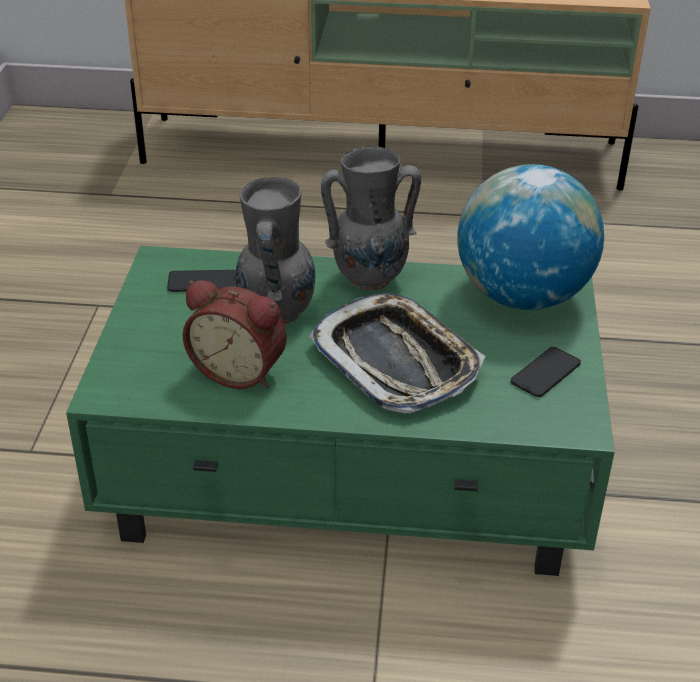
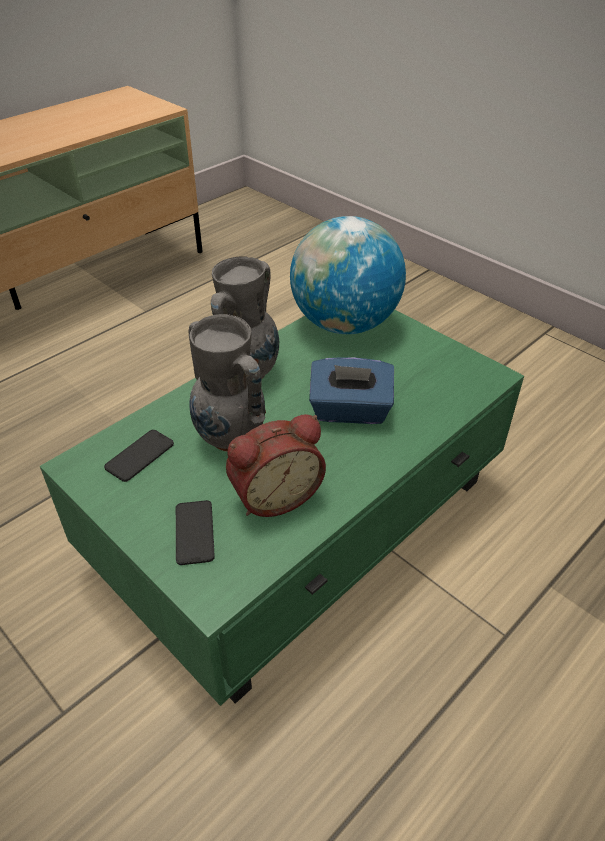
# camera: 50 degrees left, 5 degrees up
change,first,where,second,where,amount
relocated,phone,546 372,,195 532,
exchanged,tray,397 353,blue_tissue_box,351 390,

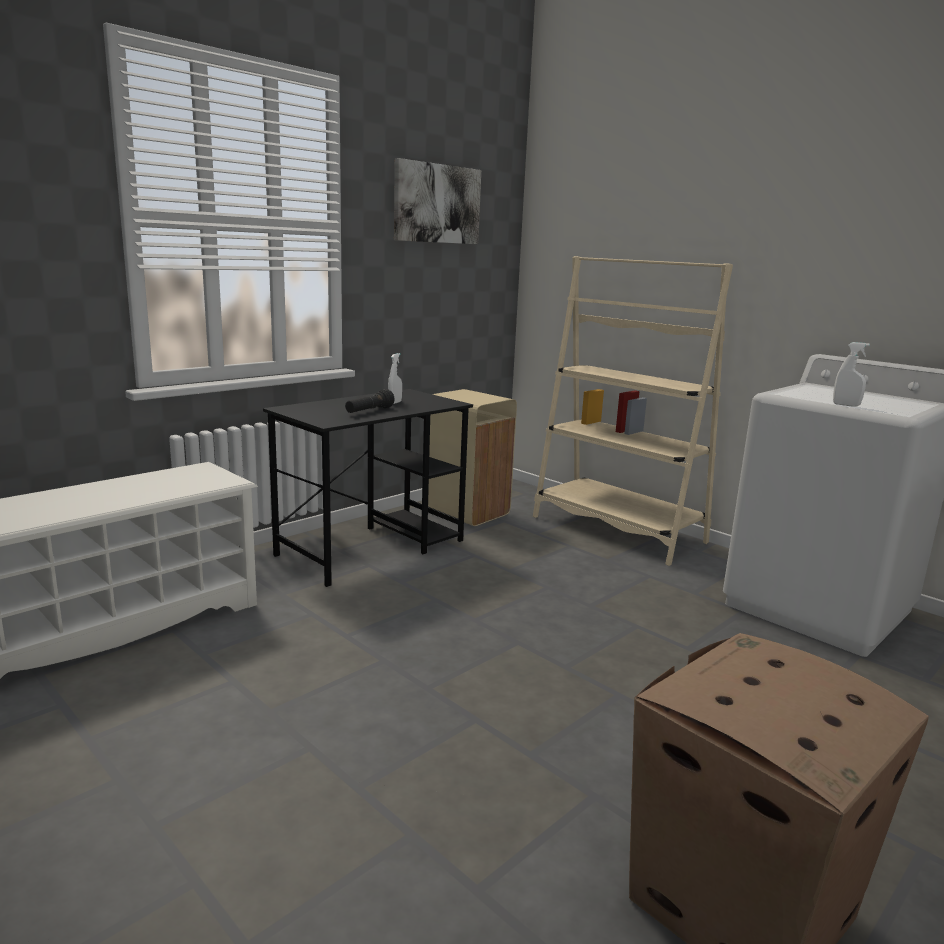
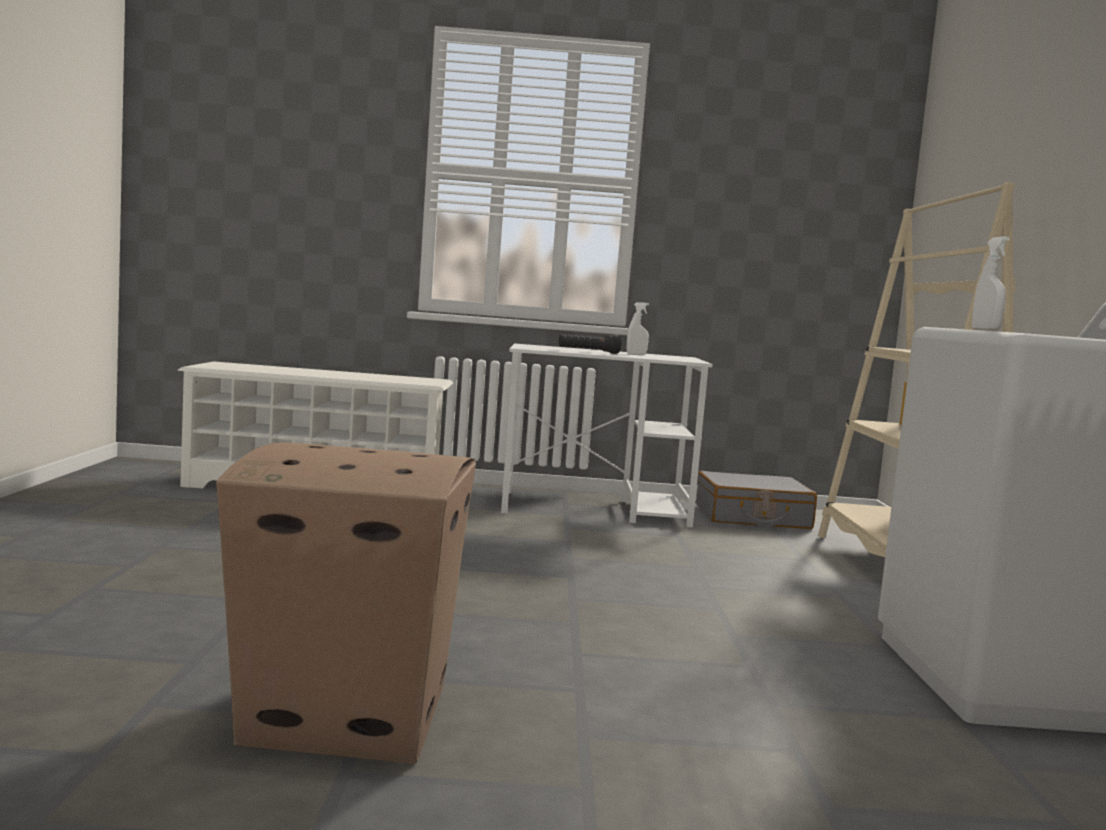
# camera: 45 degrees right, 10 degrees down
change,first,where,second,where,amount
missing,picture,437 201,,,
exchanged,beige_trash_can,472 457,grey_suitcase,756 500,
colour,black_desk,368 488,white_desk,607 435,

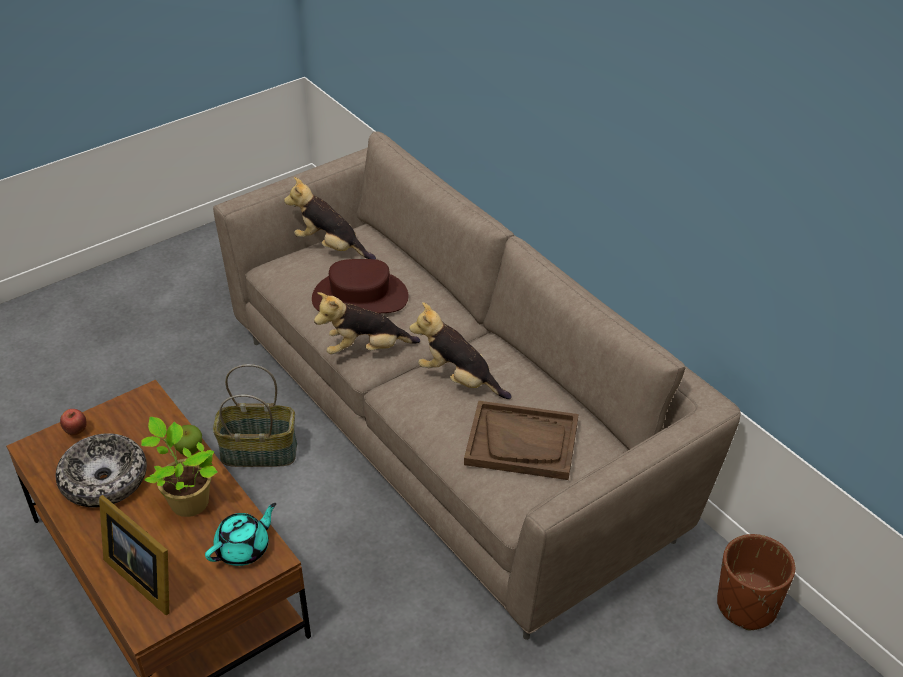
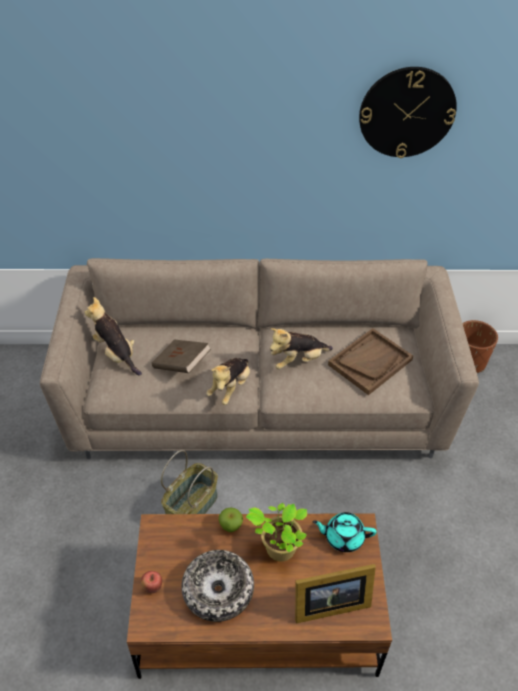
# camera: 55 degrees left, 5 degrees up
change,first,where,second,where,amount
appeared,,,wall_clock,408 112,
exchanged,brown_hat,360 286,brown_book,181 356,
spun,turquoise_teapot,240 534,,344 532,75 degrees counterclockwise
spun,plush_toy,330 218,,113 336,75 degrees clockwise

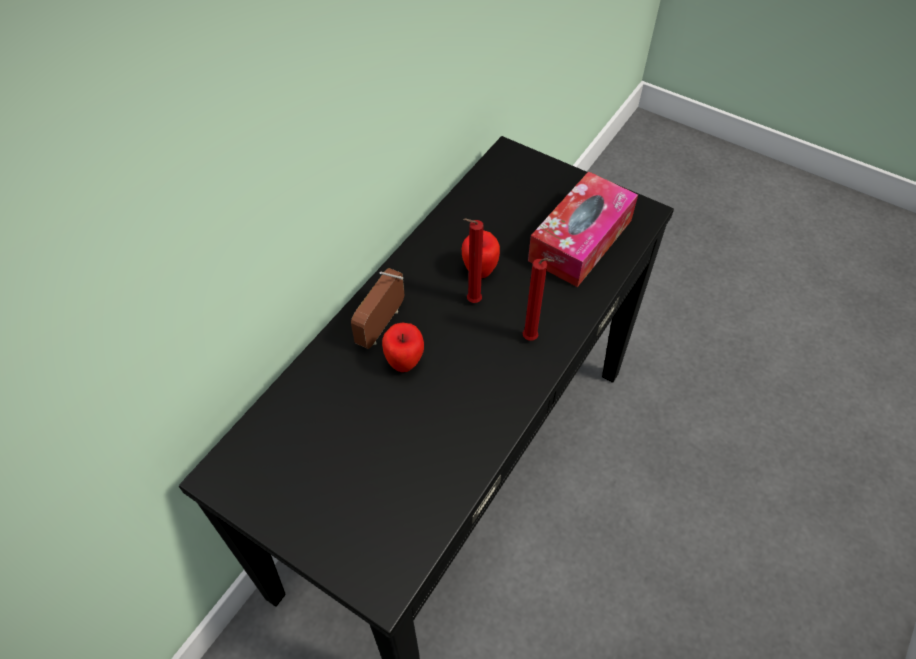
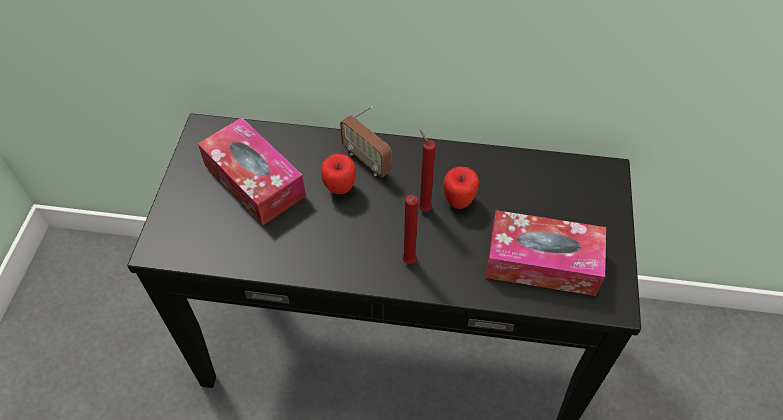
# camera: 65 degrees right, 0 degrees up
change,first,where,second,where,amount
appeared,,,tissue_box,252 171,
spun,radio,377 308,,366 141,135 degrees counterclockwise

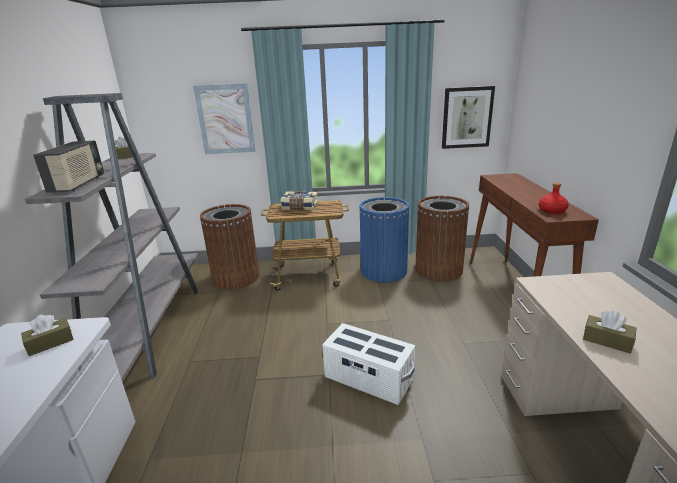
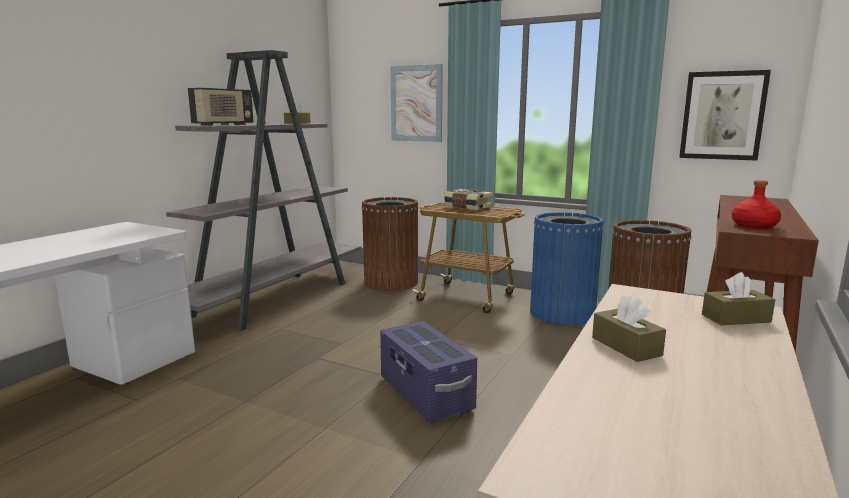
# camera: 30 degrees right, 10 degrees down
change,first,where,second,where,amount
relocated,brown_tissue_box,47 335,,738 298,
colour,white_storage_box,368 364,purple_storage_box,428 372,

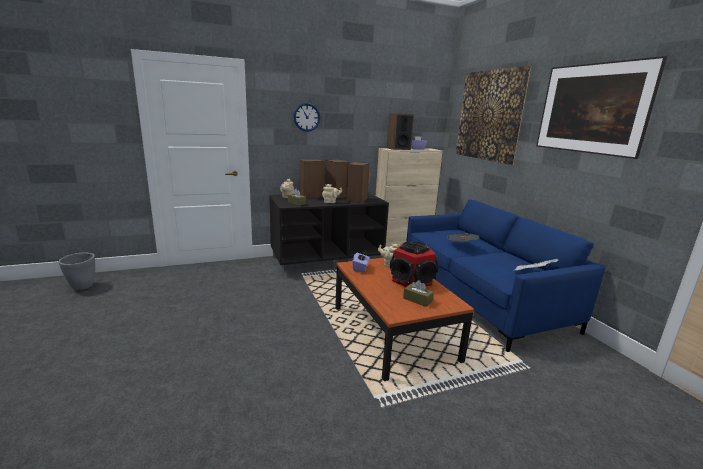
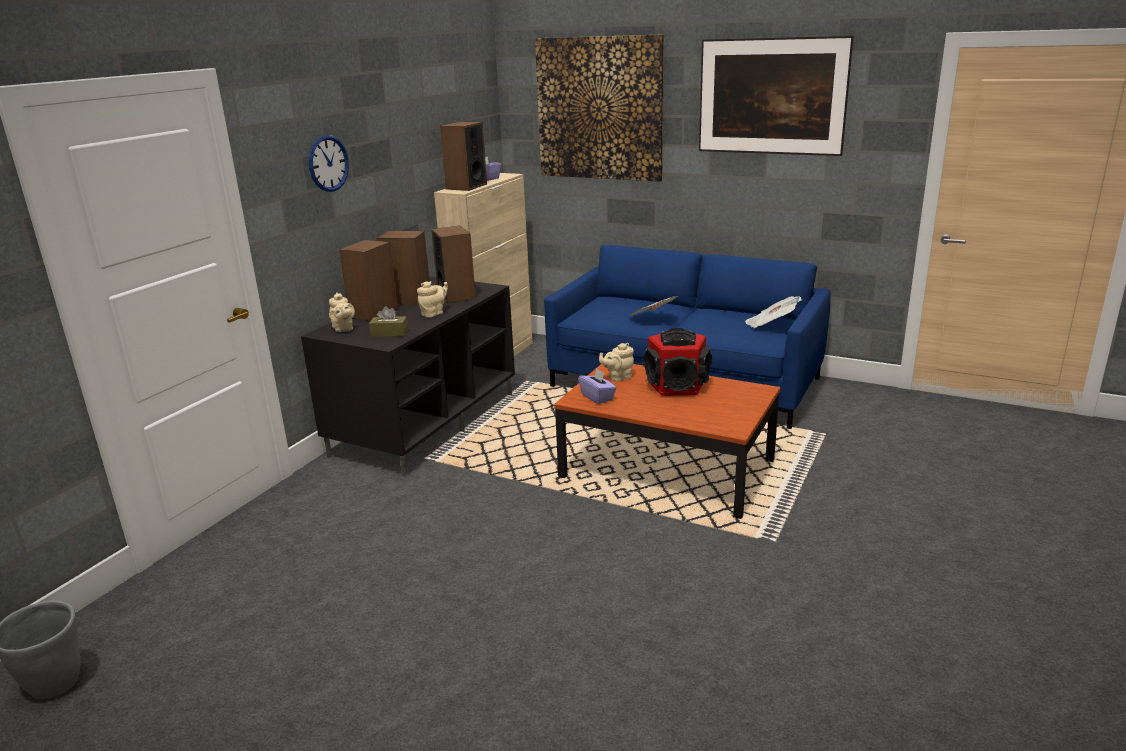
# camera: 40 degrees left, 5 degrees up
change,first,where,second,where,amount
missing,brown_tissue_box,418 293,,,

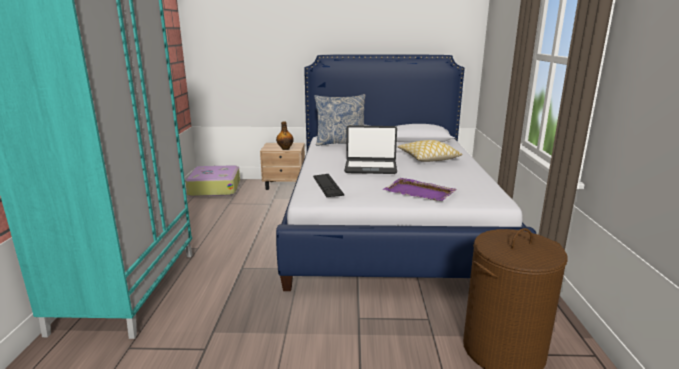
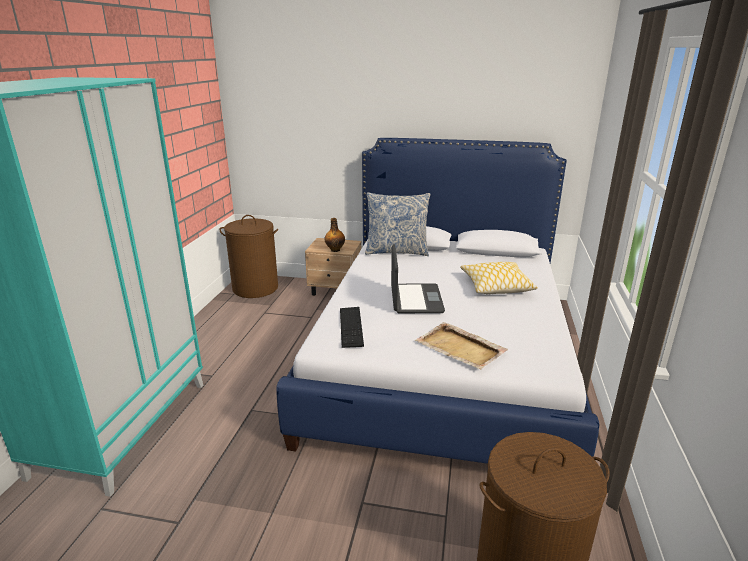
# camera: 10 degrees right, 5 degrees up
change,first,where,second,where,amount
exchanged,suitcase,212 181,brown_laundry_basket,248 256,
colour,purple_tray,420 189,beige_tray,461 346,
spun,laptop,370 149,,418 278,105 degrees counterclockwise

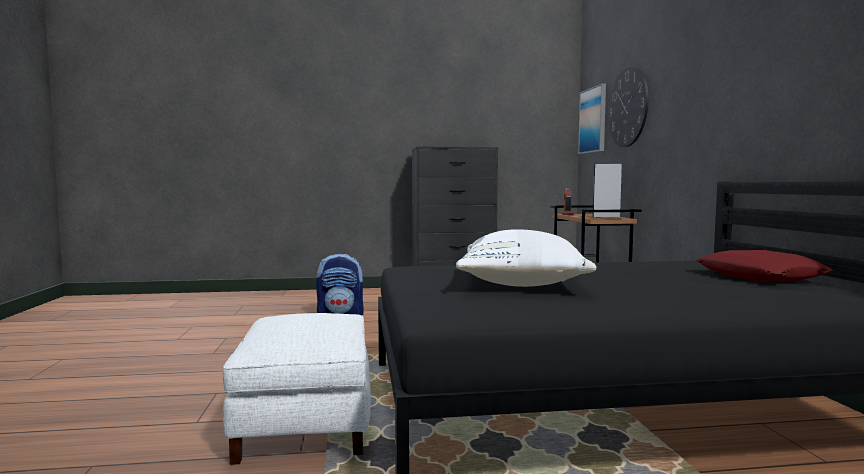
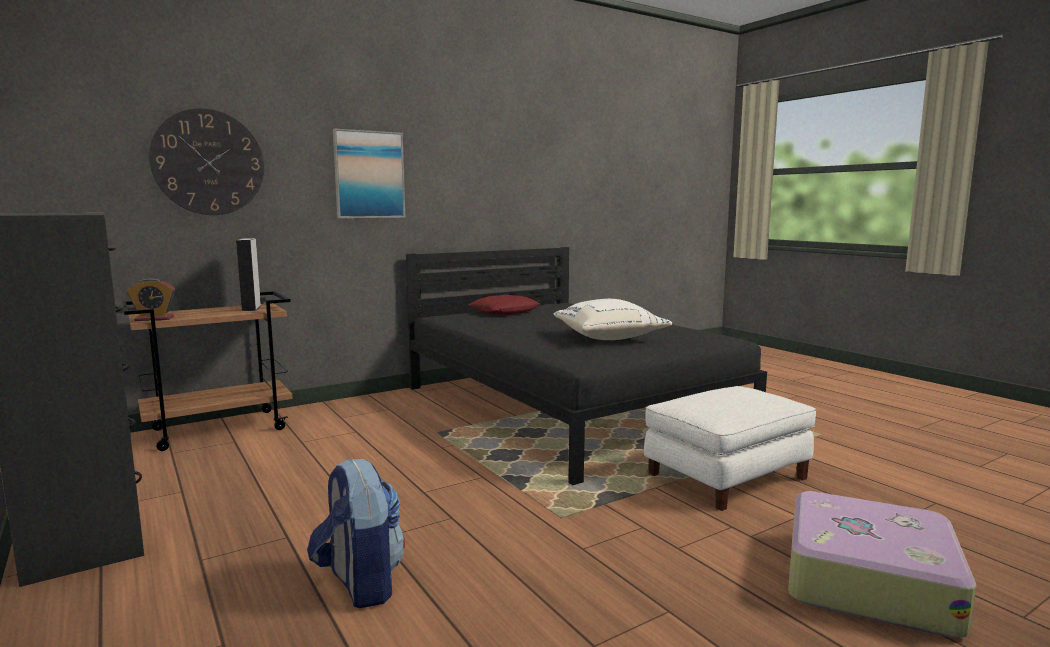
# camera: 115 degrees left, 5 degrees up
change,first,where,second,where,amount
appeared,,,suitcase,882 564,
relocated,picture,592 118,,369 173,

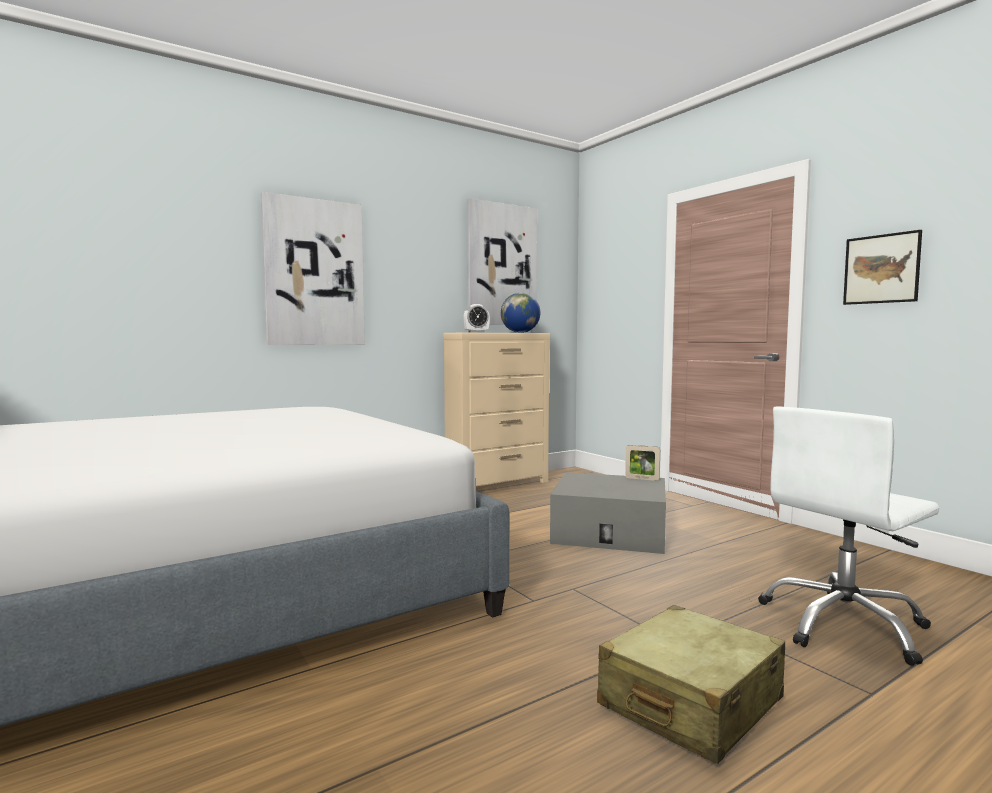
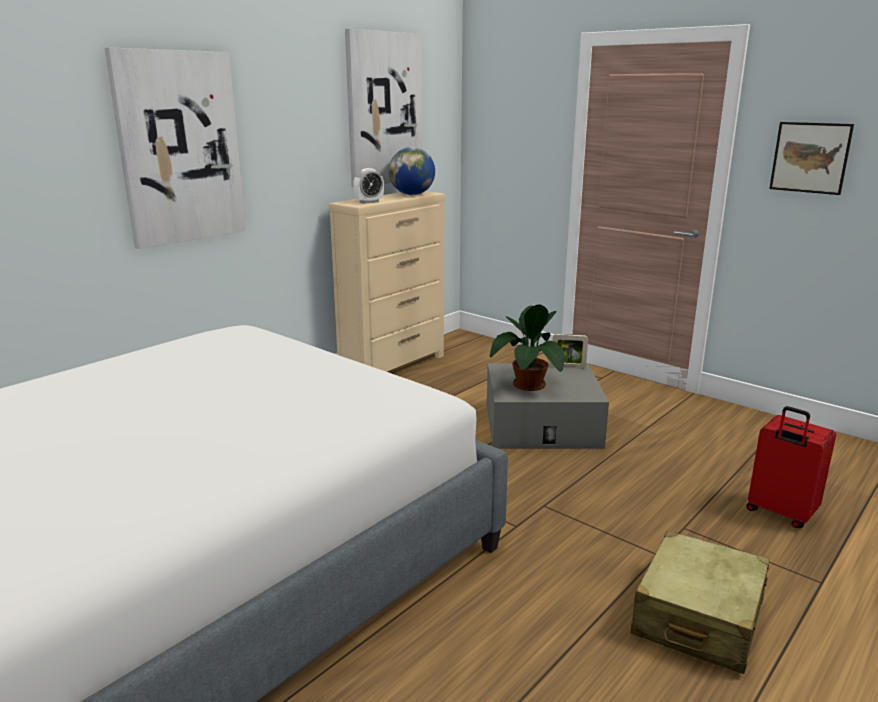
# camera: 15 degrees left, 15 degrees up
change,first,where,second,where,amount
appeared,,,potted_plant,527 347,
exchanged,white_office_chair,849 536,red_suitcase,791 467,

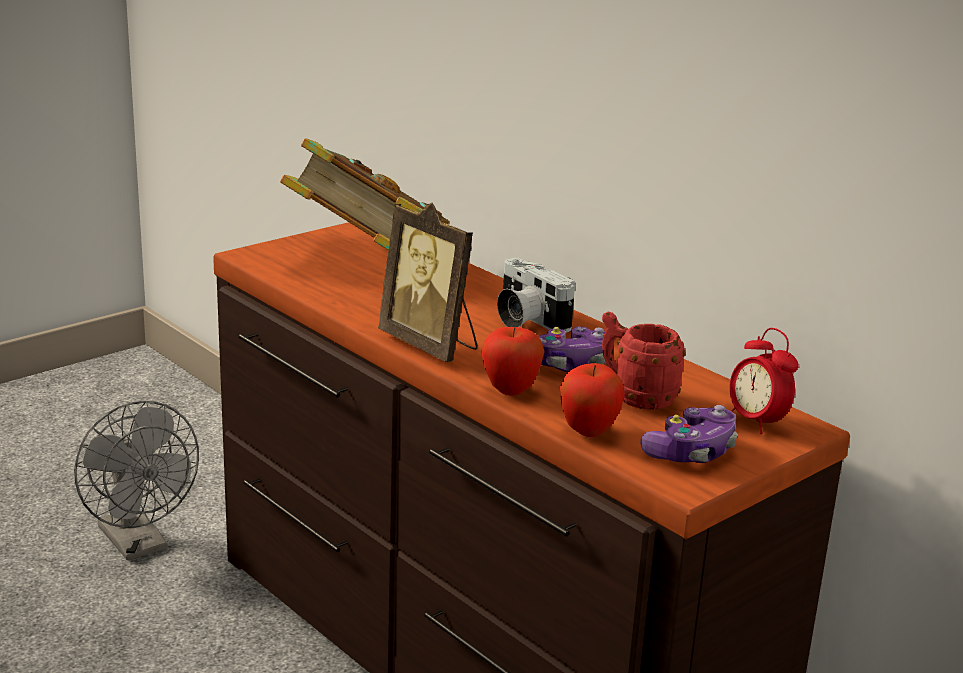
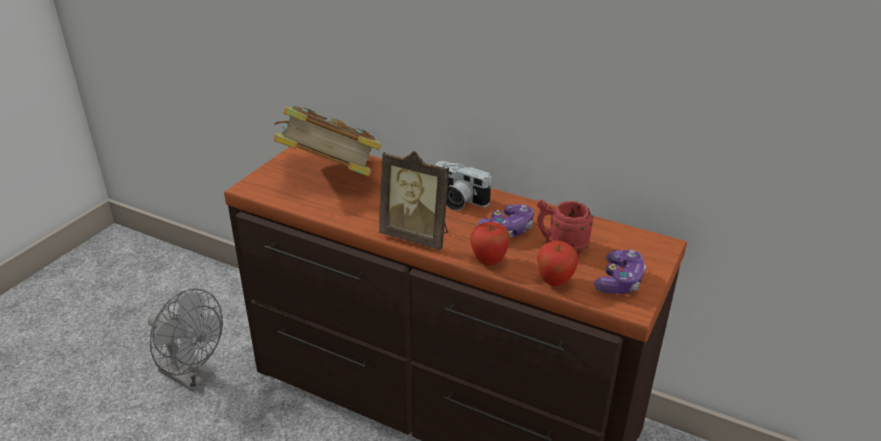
# camera: 20 degrees left, 10 degrees up
change,first,where,second,where,amount
missing,alarm_clock,764 381,,,

